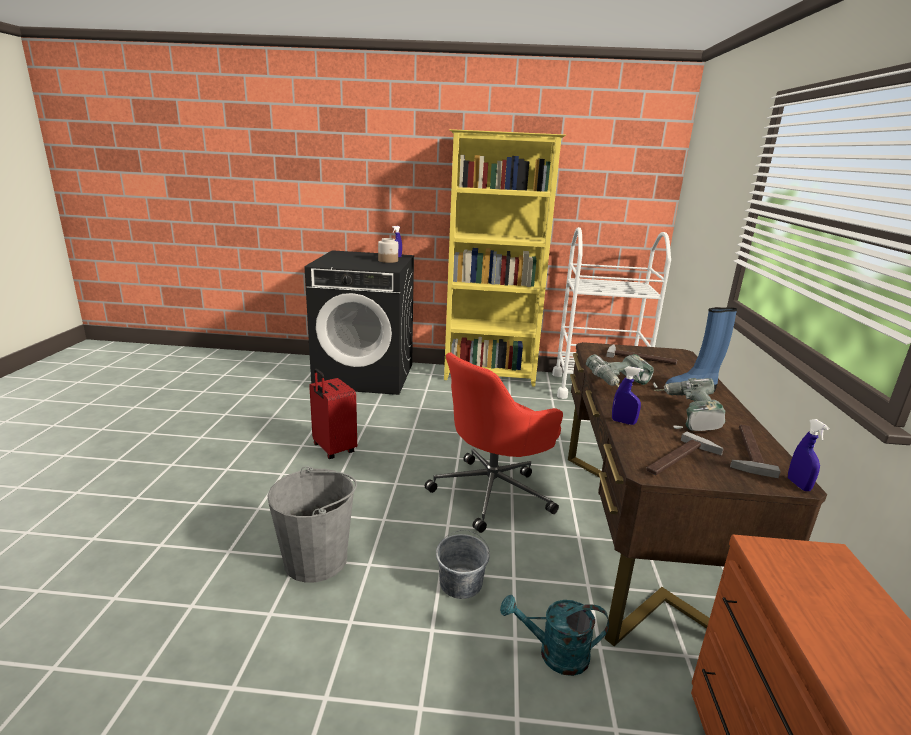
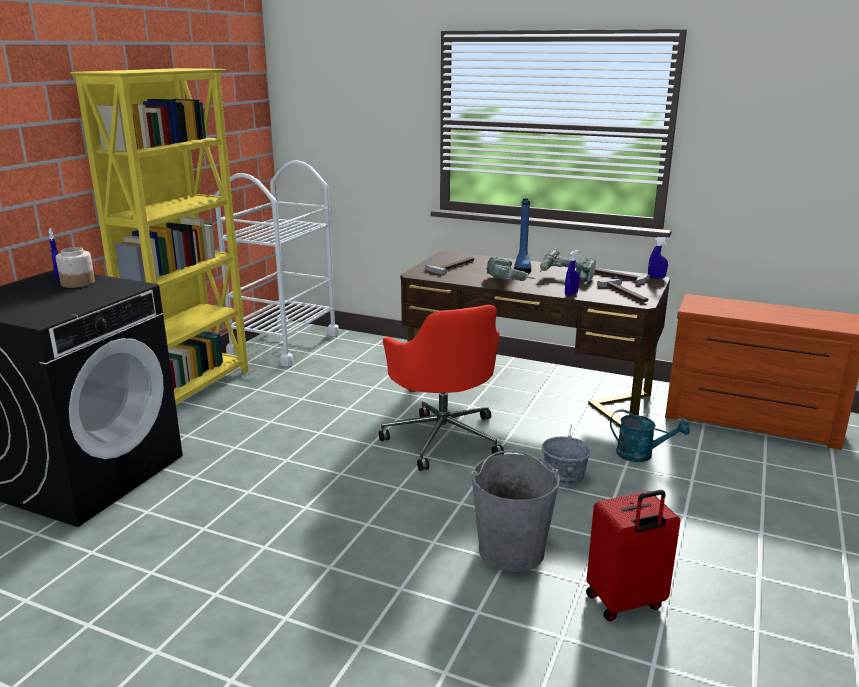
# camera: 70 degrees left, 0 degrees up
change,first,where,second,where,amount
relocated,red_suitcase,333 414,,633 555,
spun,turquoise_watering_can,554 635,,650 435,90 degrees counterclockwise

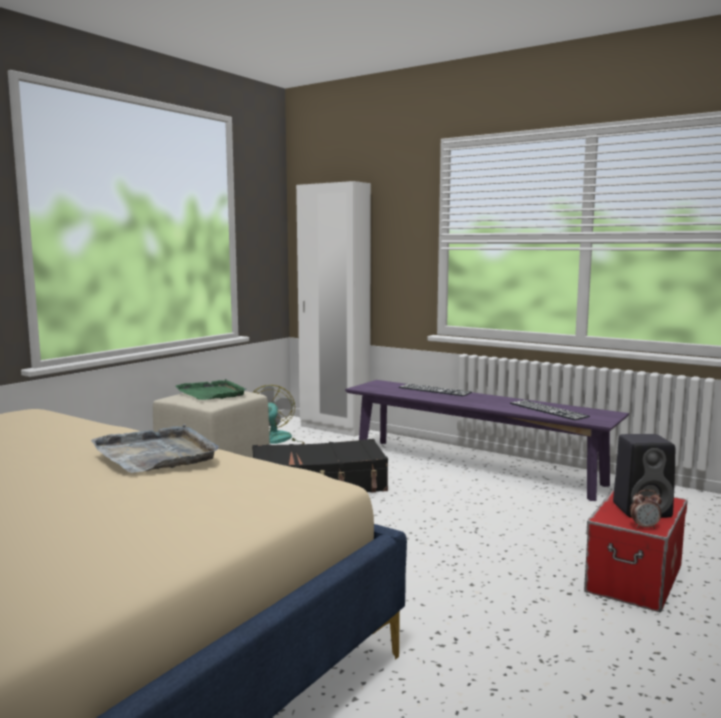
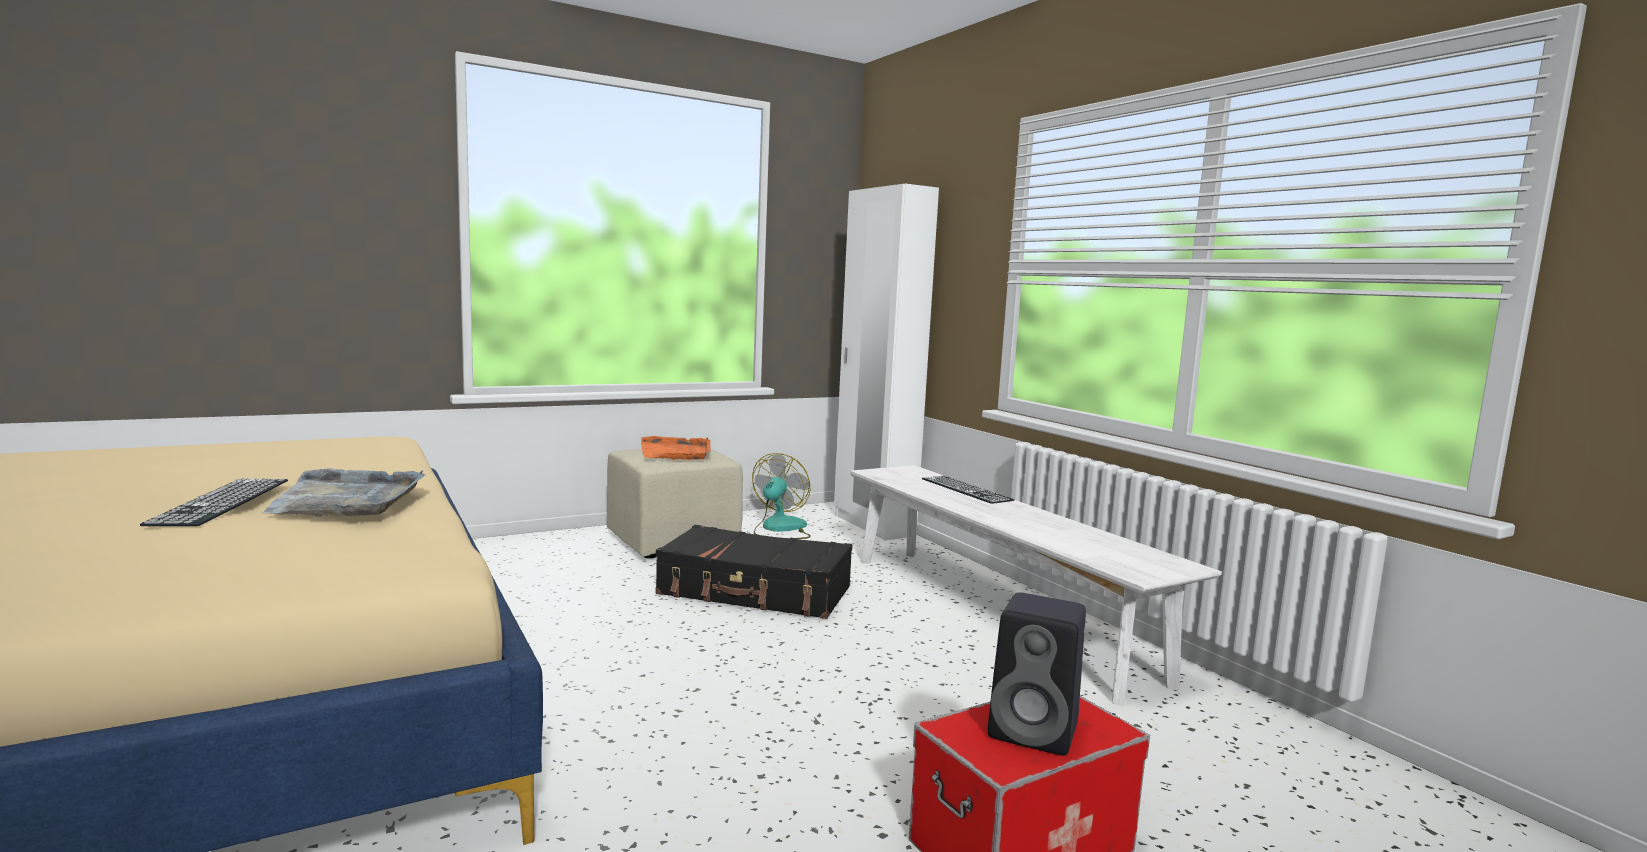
# camera: 25 degrees right, 0 degrees up
change,first,where,second,where,amount
missing,alarm_clock,646 509,,,
relocated,keyboard,550 410,,214 502,
colour,green_tray,210 389,orange_tray,675 448,
colour,purple_bench,487 440,white_bench,1036 585,

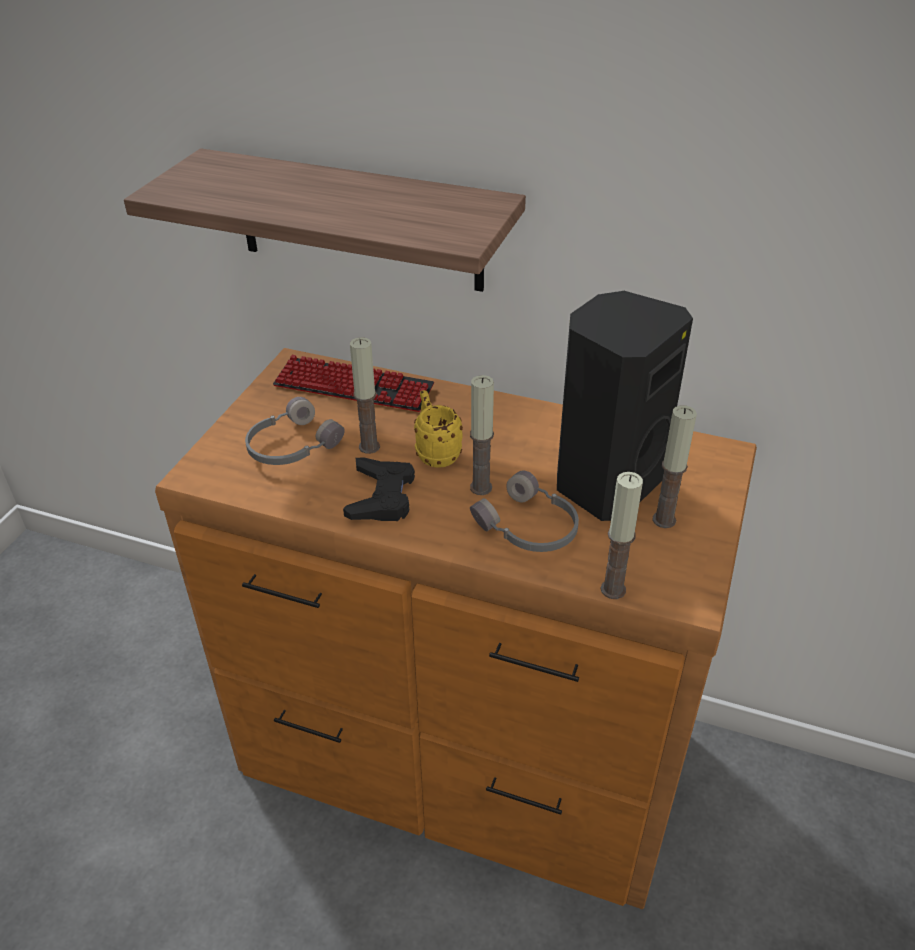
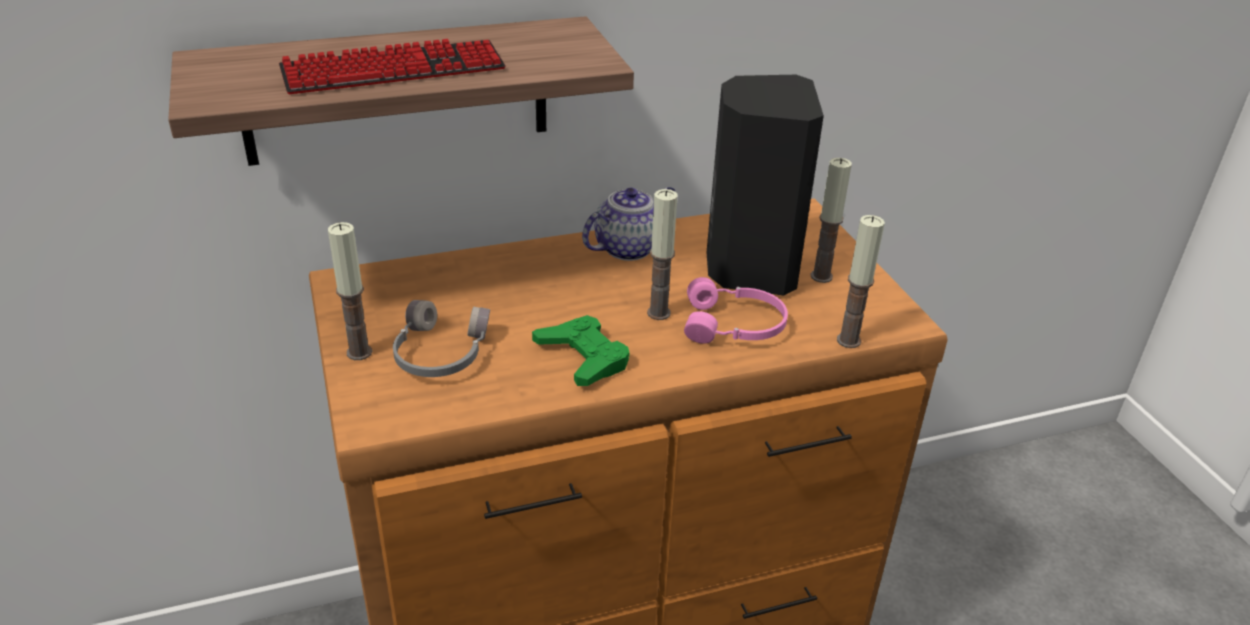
# camera: 40 degrees left, 5 degrees down
change,first,where,second,where,amount
missing,yellow_mug,438 429,,,
appeared,,,teapot,628 224,
relocated,keyboard,353 383,,392 66,
relocated,candle,365 395,,350 291,
colour,black_game_controller,379 489,green_game_controller,580 350,
colour,grey_headphones,524 511,pink_headphones,736 310,

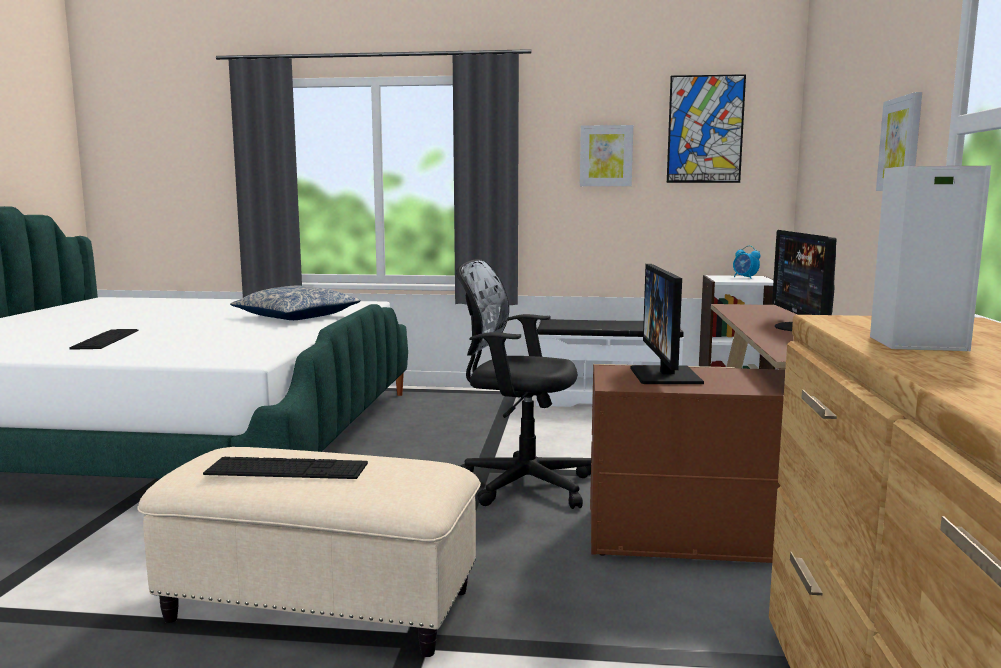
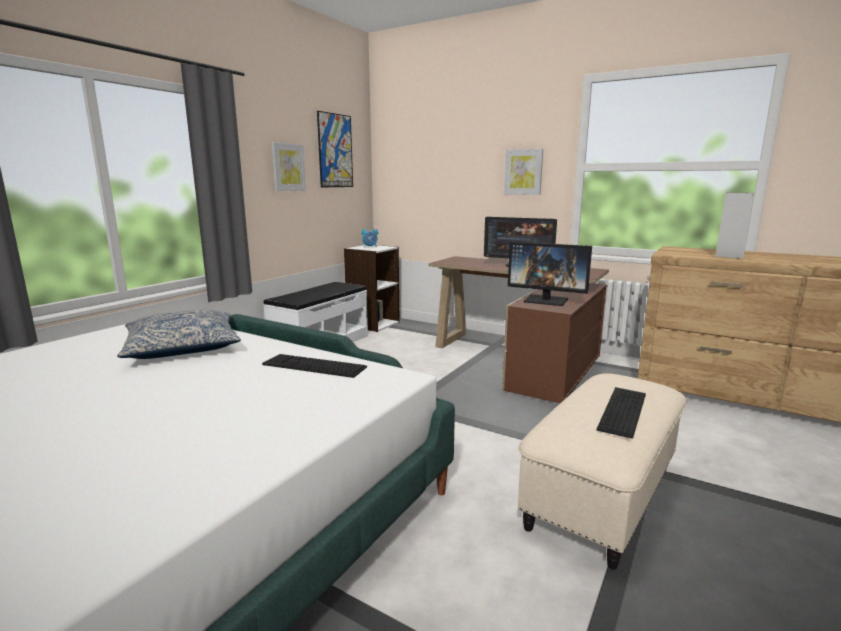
# camera: 65 degrees left, 5 degrees up
change,first,where,second,where,amount
missing,black_office_chair,523 384,,,
relocated,keyboard,104 339,,314 366,

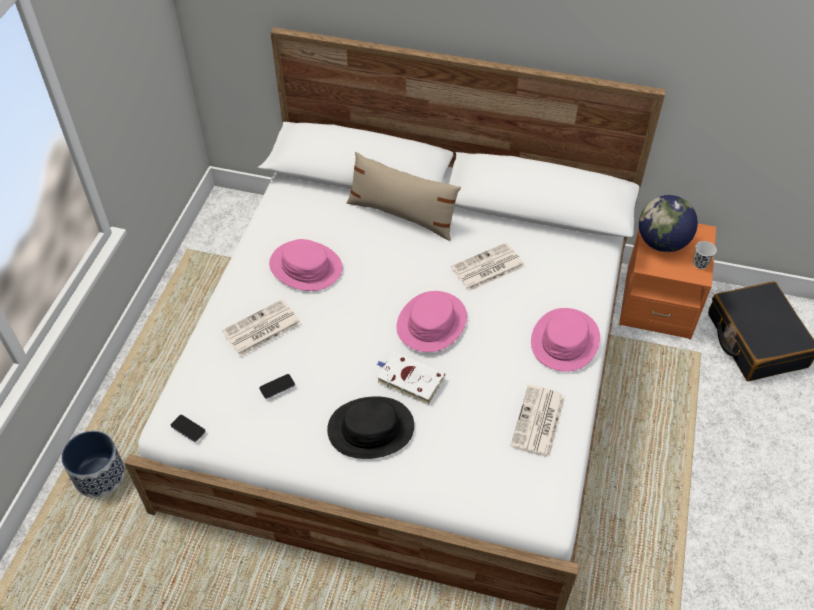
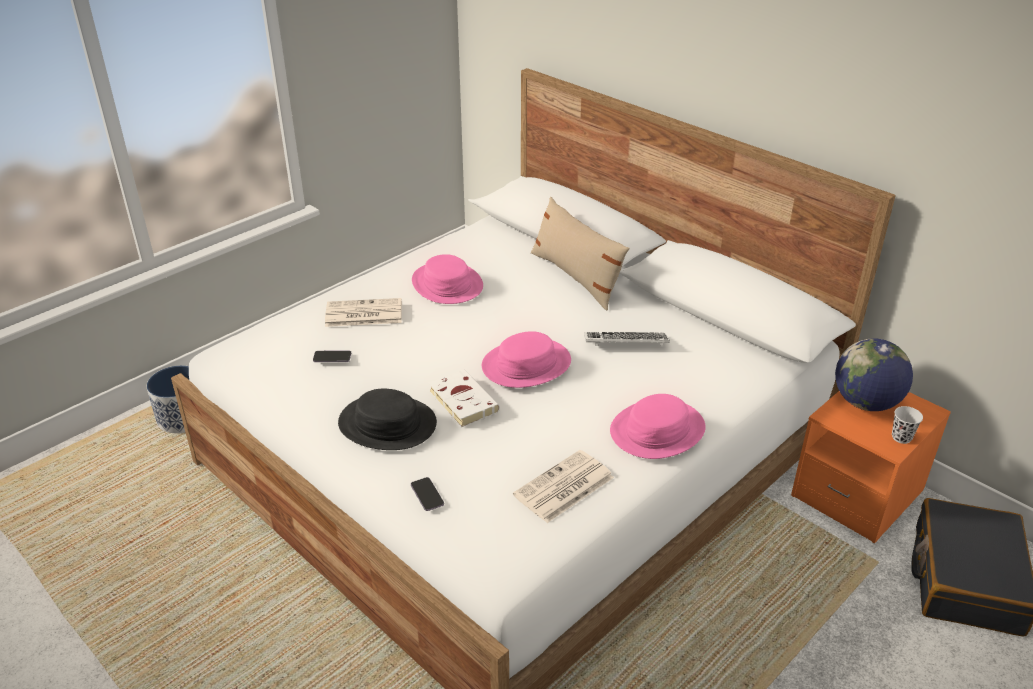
# camera: 30 degrees right, 15 degrees down
change,first,where,second,where,amount
relocated,phone,188 428,,427 494,
exchanged,newspaper,488 267,keyboard,627 339,

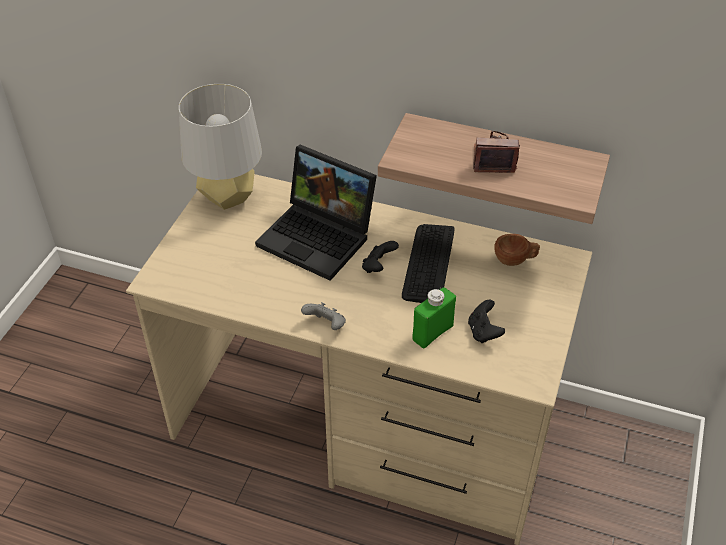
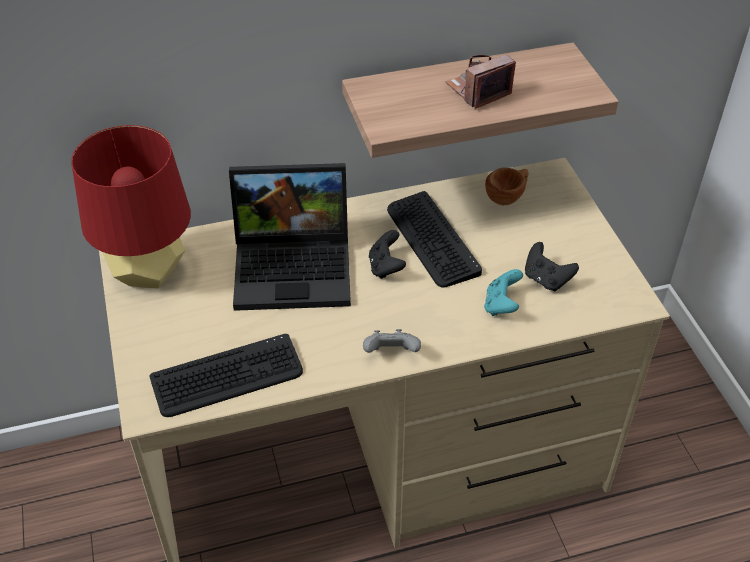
# camera: 35 degrees left, 0 degrees up
change,first,where,second,where,amount
appeared,,,keyboard,226 375,
exchanged,green_bottle,434 317,turquoise_game_controller,503 292,
colour,grey_table_lamp,220 147,red_table_lamp,131 206,

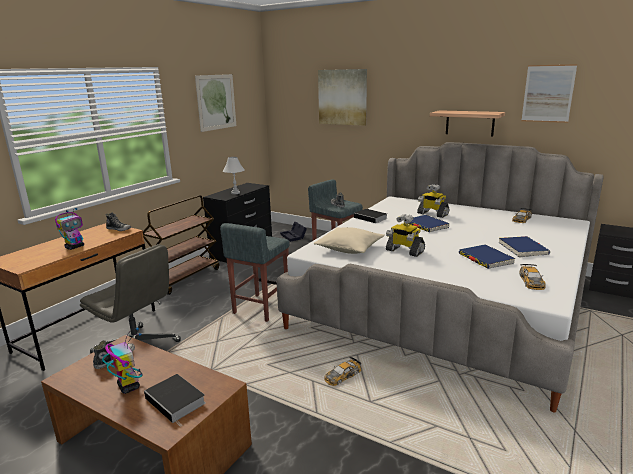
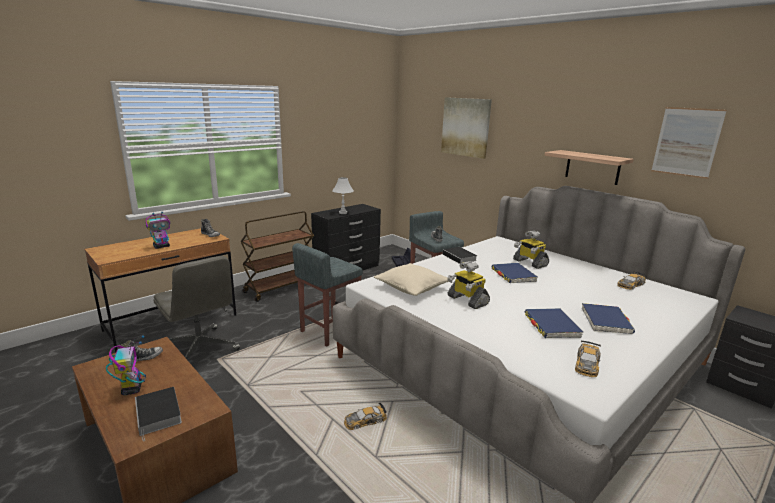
# camera: 15 degrees right, 0 degrees up
change,first,where,second,where,amount
missing,picture,215 103,,,

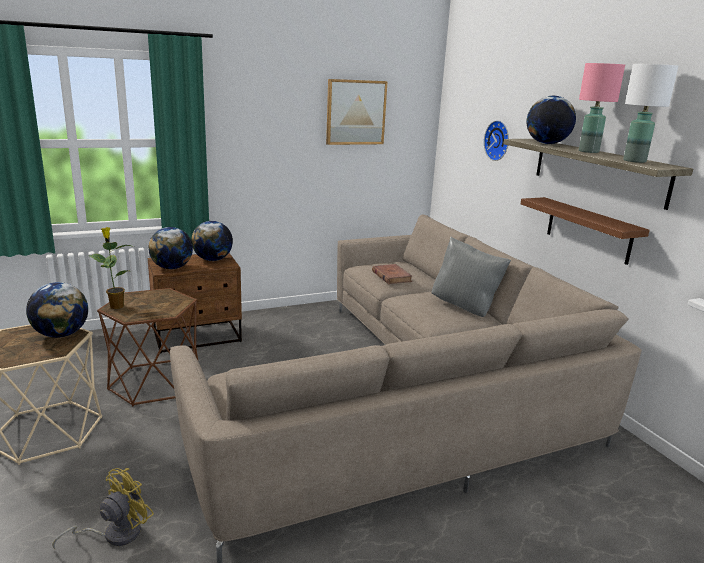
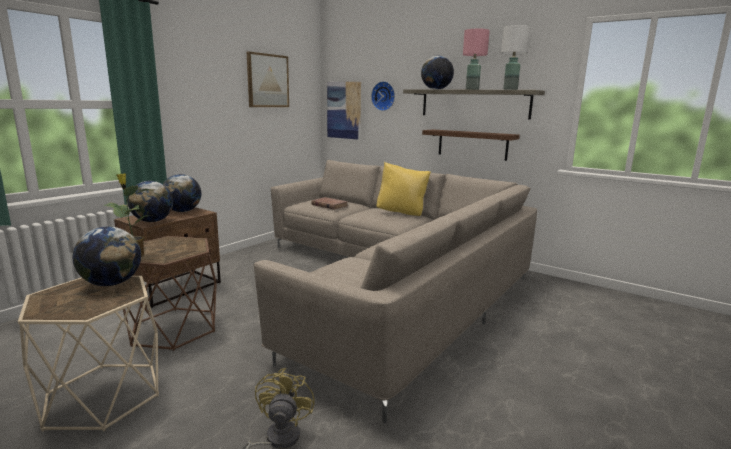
# camera: 30 degrees left, 5 degrees down
change,first,where,second,where,amount
appeared,,,picture,344 111,
colour,grey_pillow,471 277,yellow_pillow,403 189,

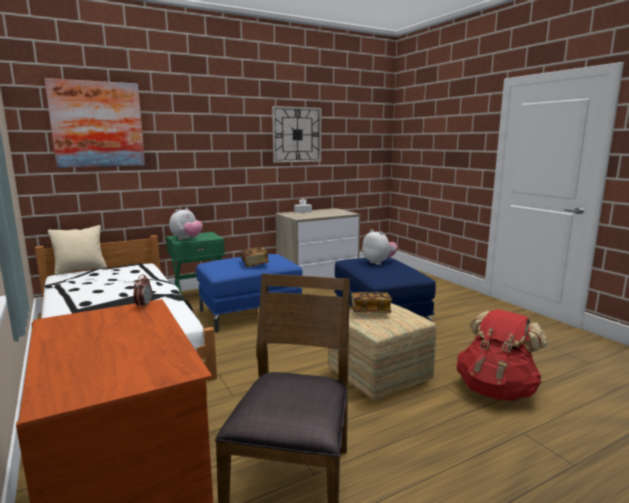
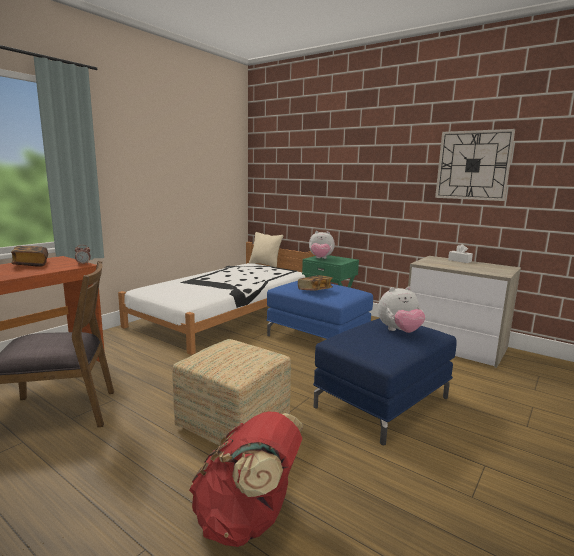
# camera: 65 degrees right, 0 degrees up
change,first,where,second,where,amount
missing,picture,94 123,,,
relocated,book,371 302,,29 256,
spun,plush_toy,380 247,,401 309,45 degrees clockwise

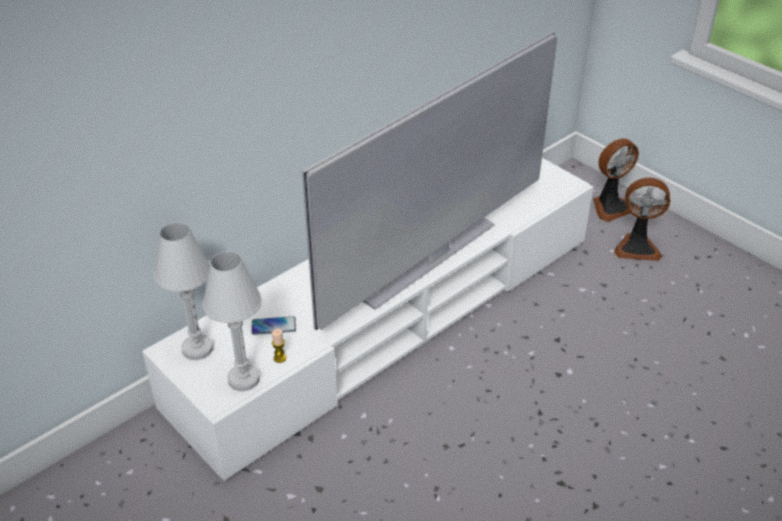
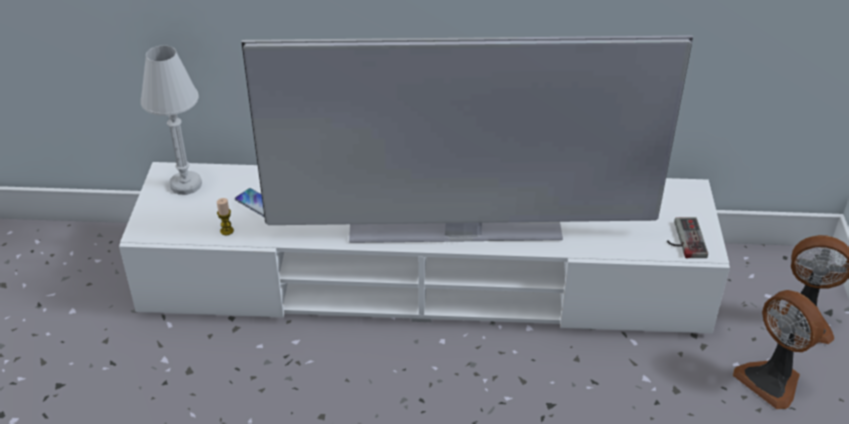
# camera: 45 degrees right, 0 degrees up
change,first,where,second,where,amount
missing,white_table_lamp,232 321,,,
appeared,,,game_controller,687 237,

